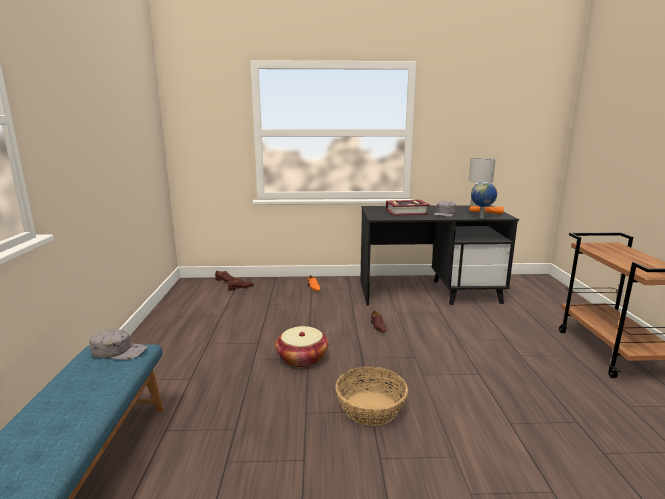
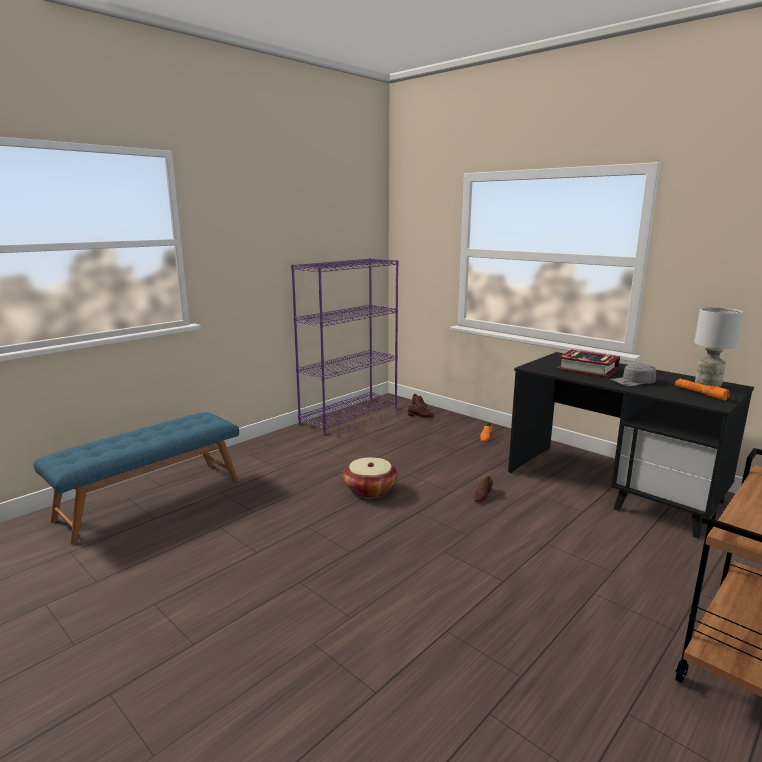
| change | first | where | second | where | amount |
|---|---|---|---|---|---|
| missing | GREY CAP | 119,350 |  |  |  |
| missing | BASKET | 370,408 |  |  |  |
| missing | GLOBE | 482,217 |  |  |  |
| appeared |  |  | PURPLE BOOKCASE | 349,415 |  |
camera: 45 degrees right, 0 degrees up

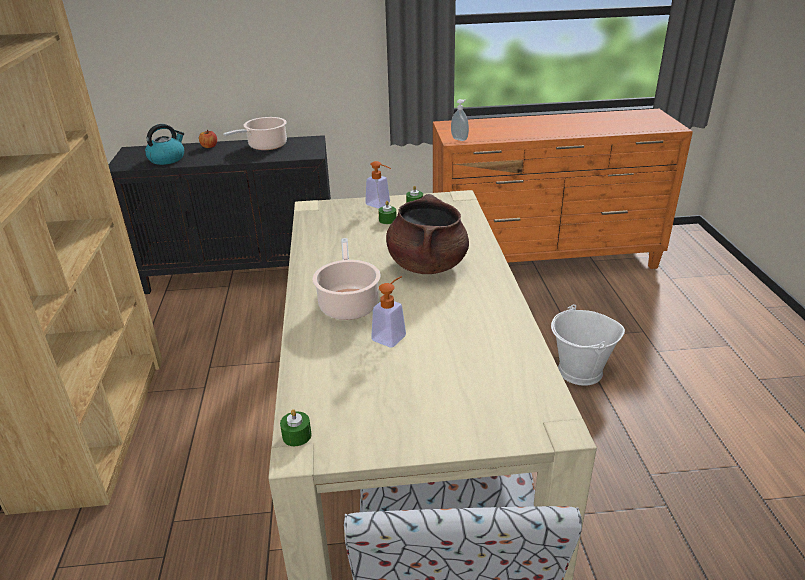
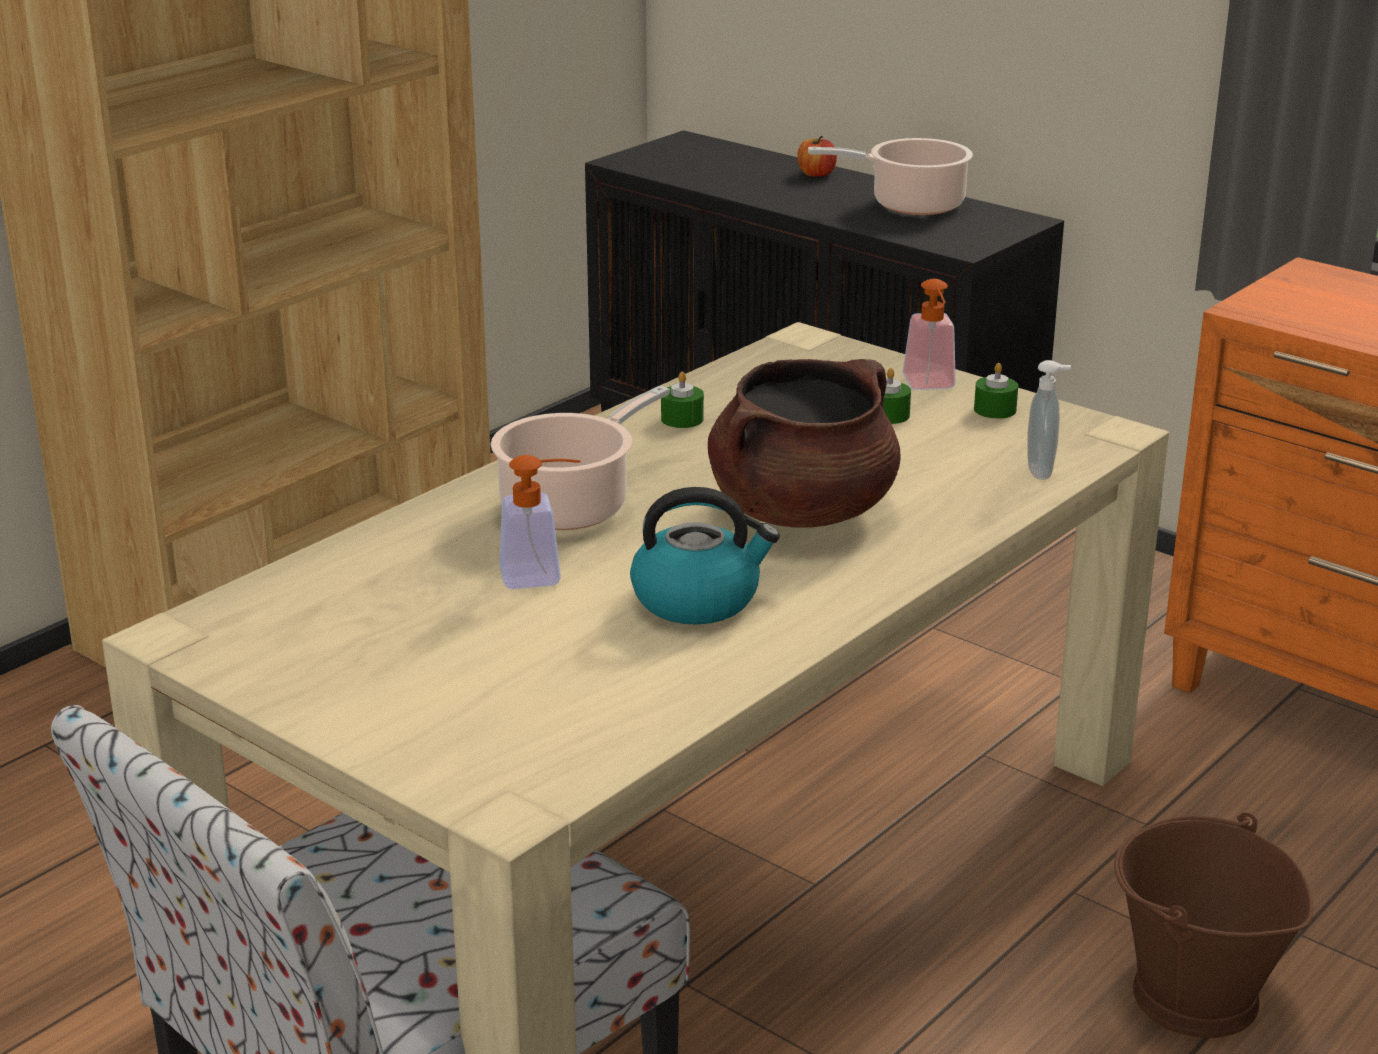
| change | first | where | second | where | amount |
|---|---|---|---|---|---|
| relocated | KETTLE | 167,159 |  | 698,599 |  |
| relocated | GREEN CANDLE | 297,435 |  | 682,419 |  |
| relocated | SOAP DISPENSER | 460,139 |  | 1043,471 |  |
| colour | WHITE BUCKET | 580,372 | BROWN BUCKET | 1193,997 |  |
camera: 45 degrees right, 5 degrees down

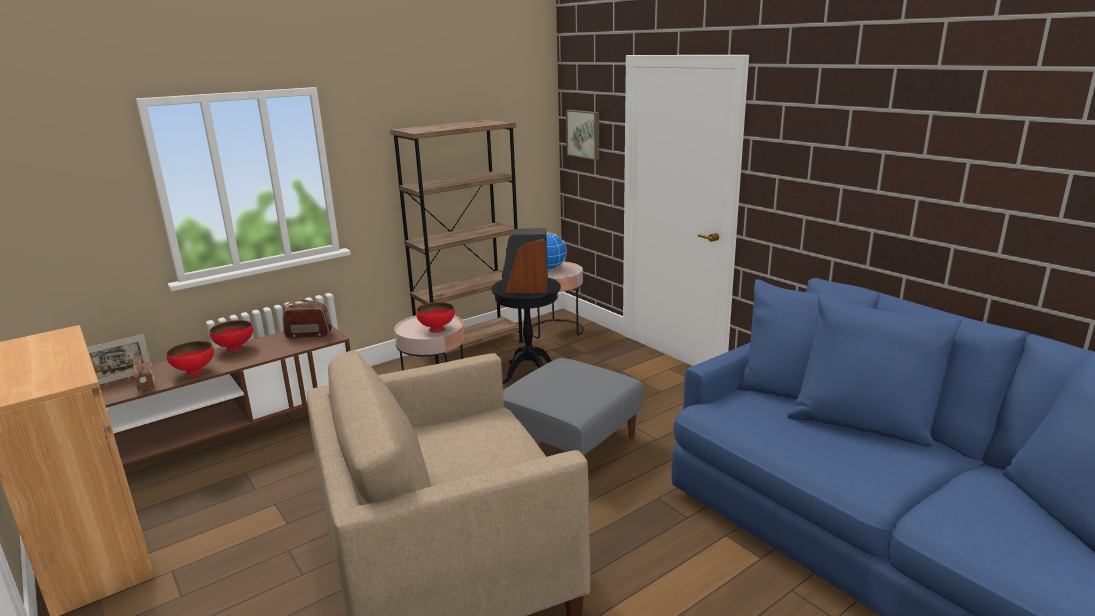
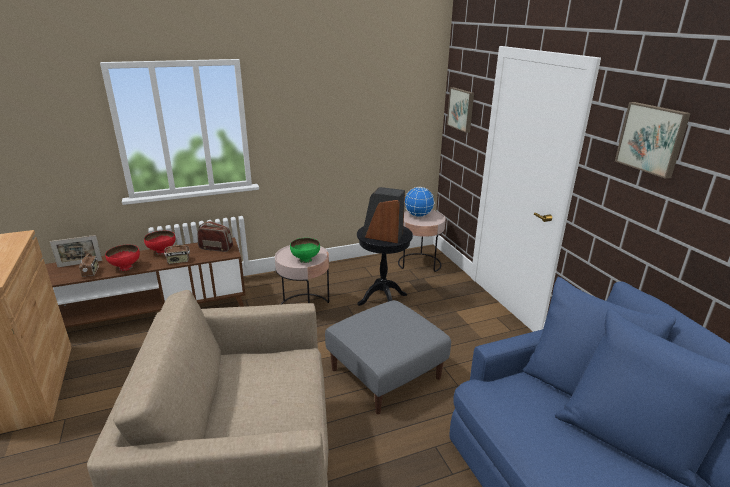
| change | first | where | second | where | amount |
|---|---|---|---|---|---|
| missing | BROWN BOOKCASE | 470,348 |  |  |  |
| appeared |  |  | RADIO | 178,261 |  |
| appeared |  |  | PICTURE | 652,138 |  |
| colour | RED BOWL | 436,330 | GREEN BOWL | 305,260 |  |
camera: 15 degrees right, 5 degrees up

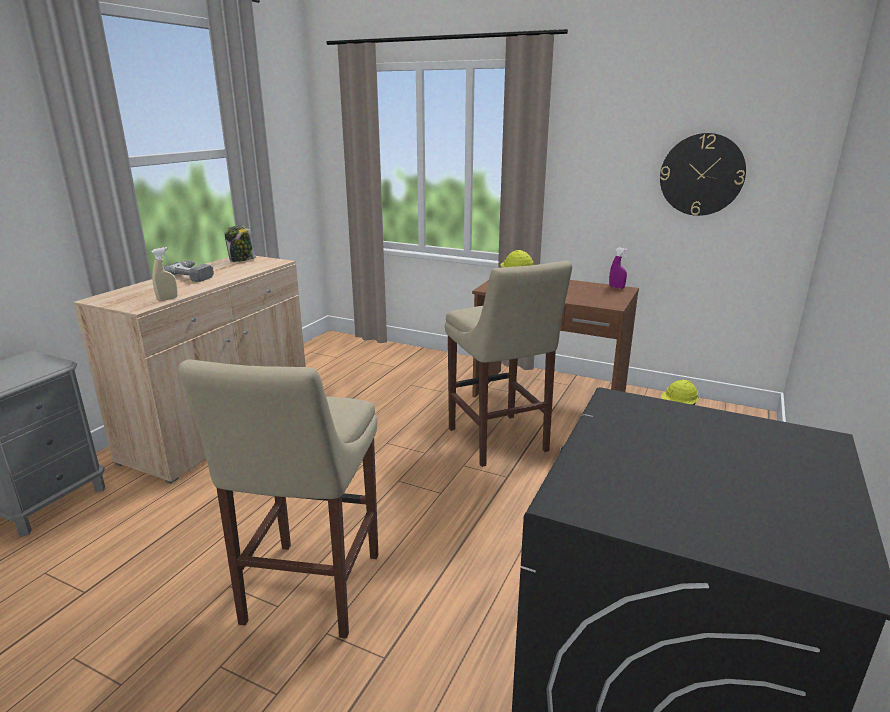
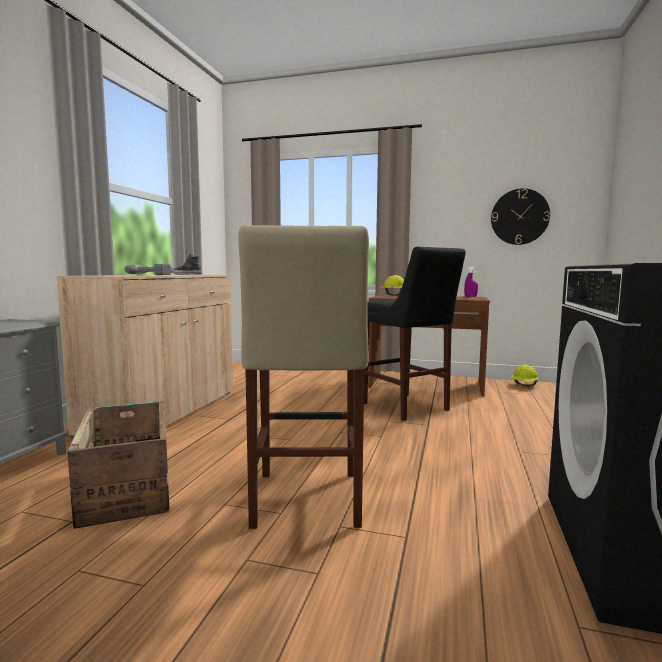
| change | first | where | second | where | amount |
|---|---|---|---|---|---|
| missing | BEIGE SPRAY BOTTLE | 167,299 |  |  |  |
| appeared |  |  | CRATE | 128,487 |  |
| exchanged | JAR | 242,260 | SHOE | 185,274 |  |
| colour | BEIGE STOOL | 499,442 | BLACK STOOL | 407,408 |  |
camera: 10 degrees left, 15 degrees down

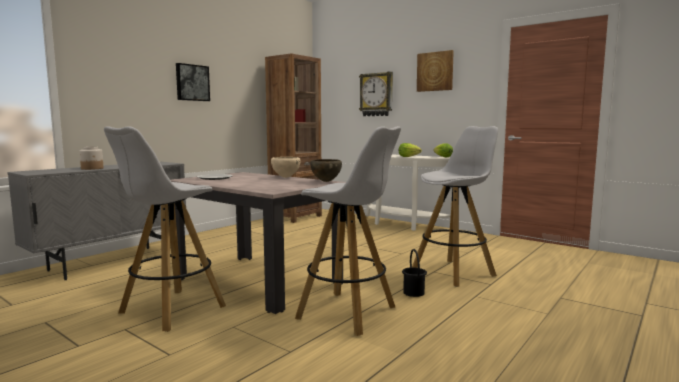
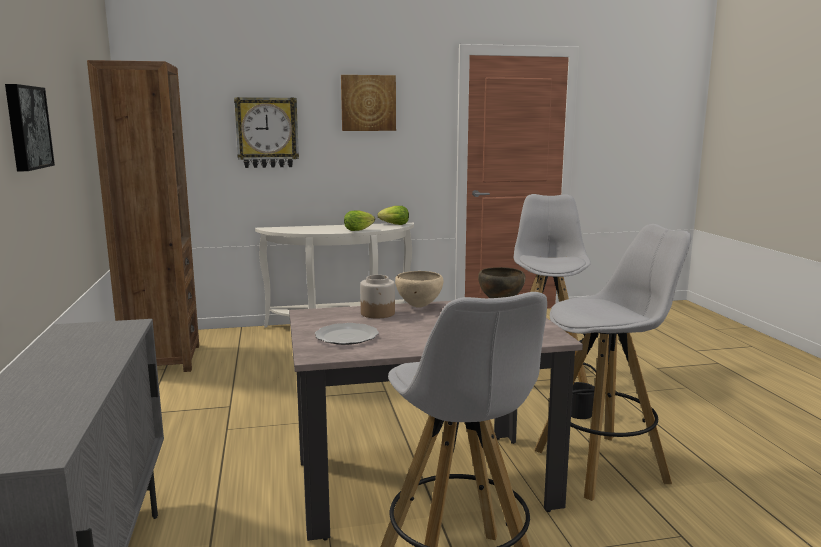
| change | first | where | second | where | amount |
|---|---|---|---|---|---|
| relocated | JAR | 92,168 |  | 378,313 |  |
camera: 50 degrees left, 5 degrees up

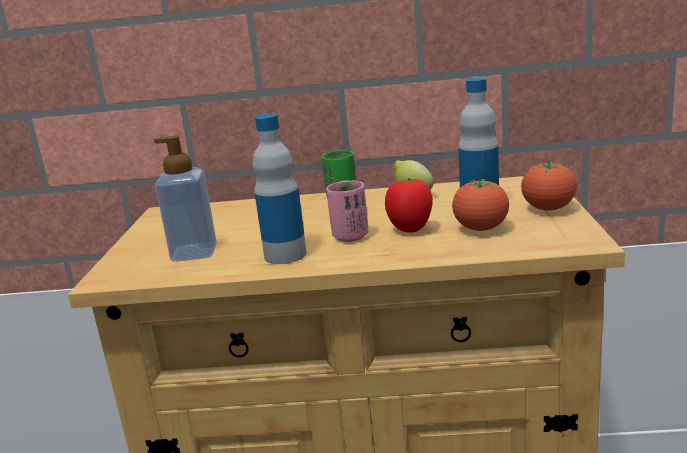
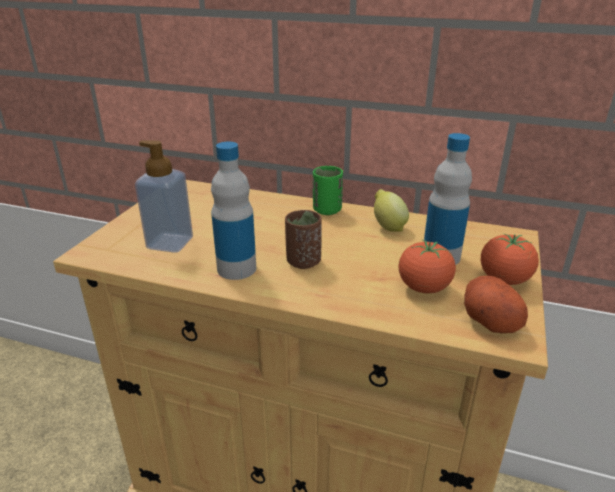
| change | first | where | second | where | amount |
|---|---|---|---|---|---|
| missing | TOMATO | 410,230 |  |  |  |
| appeared |  |  | POTATO | 488,319 |  |
| colour | PINK CUP | 350,236 | BROWN CUP | 303,262 |  |
camera: 15 degrees right, 10 degrees up

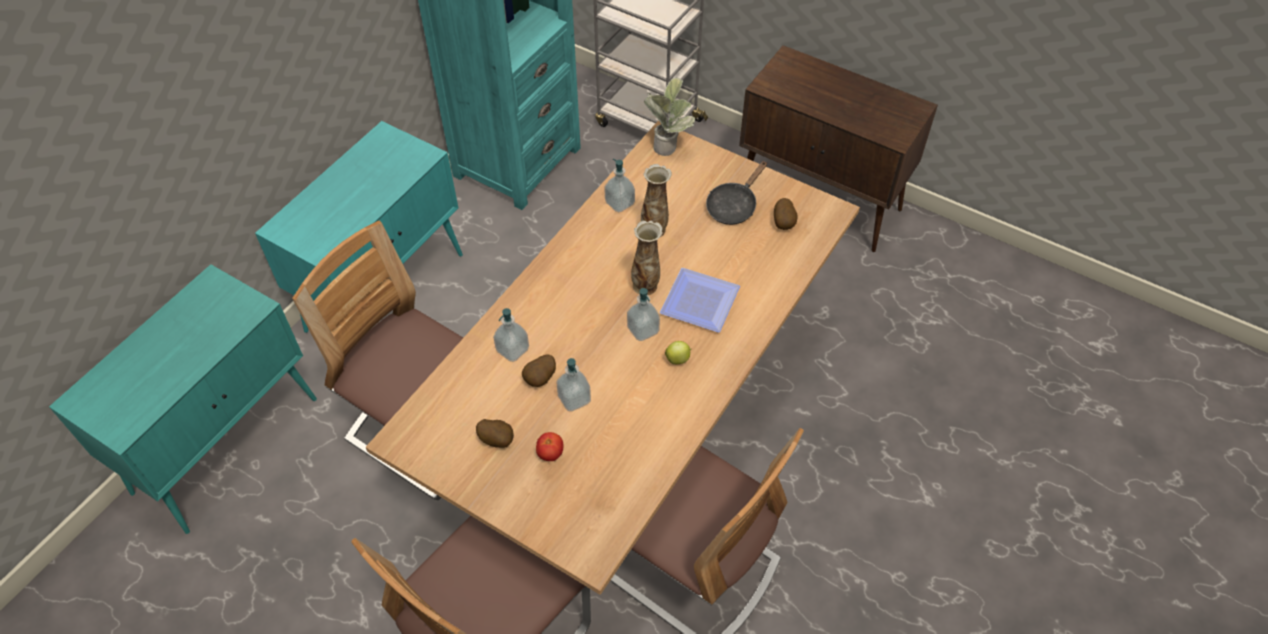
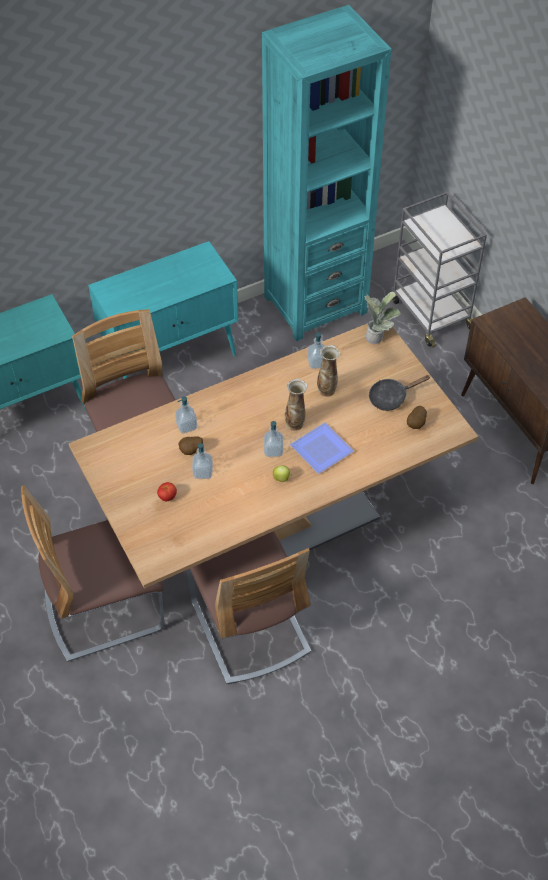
| change | first | where | second | where | amount |
|---|---|---|---|---|---|
| missing | POTATO | 497,439 |  |  |  |
camera: 30 degrees right, 0 degrees up

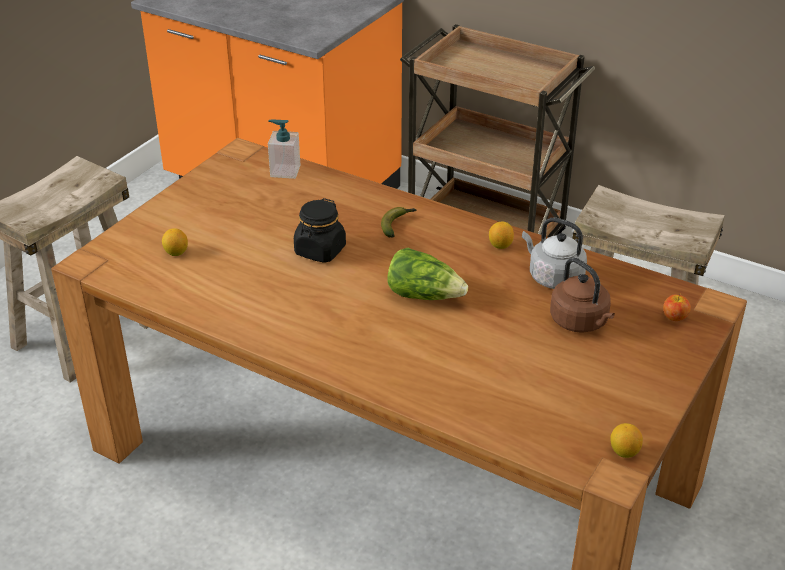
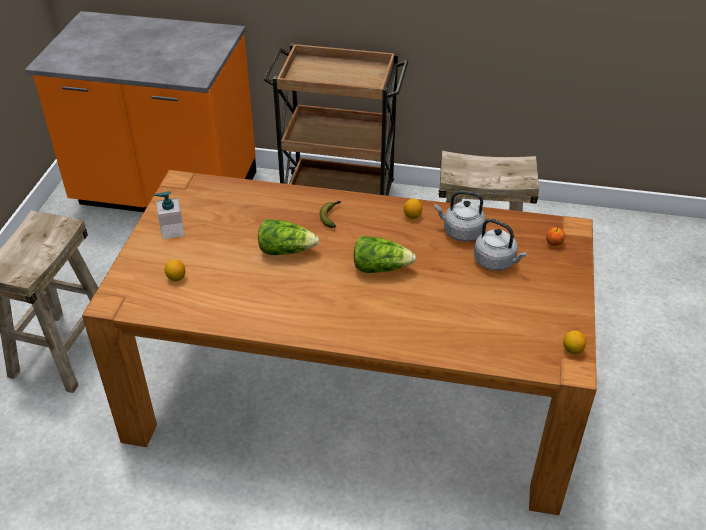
| change | first | where | second | where | amount |
|---|---|---|---|---|---|
| relocated | SOAP DISPENSER | 285,171 |  | 172,231 |  |
| exchanged | BLACK JAR | 320,251 | LETTUCE | 286,250 |  |
| colour | BROWN KETTLE | 580,322 | GREY KETTLE | 496,262 |  |
camera: 20 degrees left, 5 degrees up

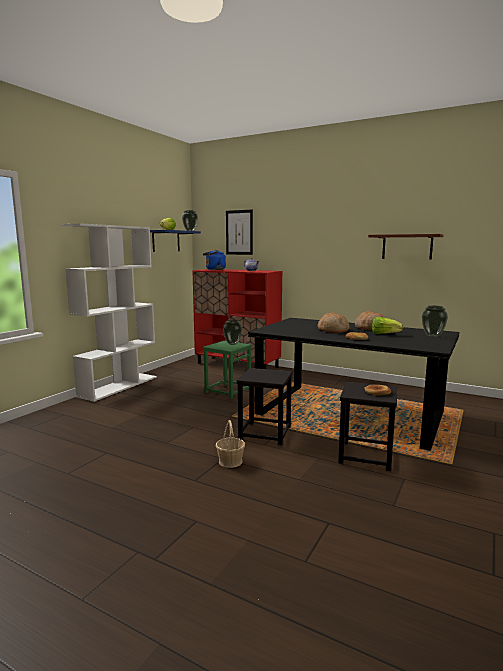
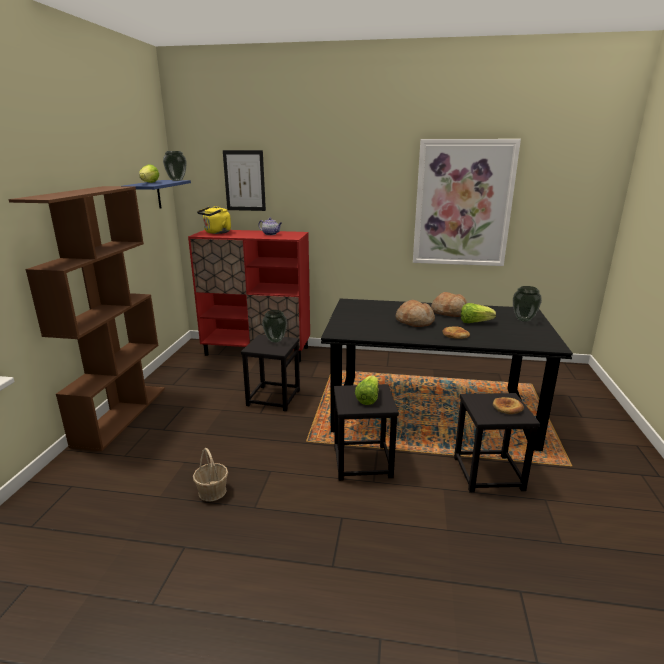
| change | first | where | second | where | amount |
|---|---|---|---|---|---|
| appeared |  |  | LETTUCE | 368,398 |  |
| relocated | BASKET | 230,461 |  | 212,491 |  |
| exchanged | BROWN SHELF | 407,247 | PICTURE | 463,204 |  |
| colour | WHITE BOOKCASE | 119,386 | BROWN BOOKCASE | 121,415 |  |
| colour | BLUE KETTLE | 214,269 | YELLOW KETTLE | 216,232 |  |
| colour | GREEN STOOL | 227,391 | BLACK STOOL | 273,398 |  |
camera: 20 degrees left, 10 degrees up

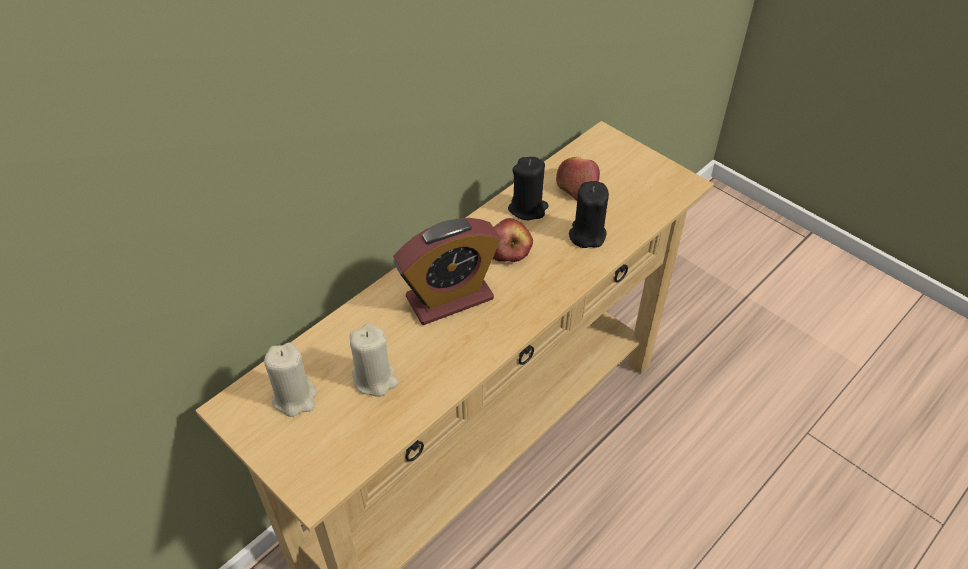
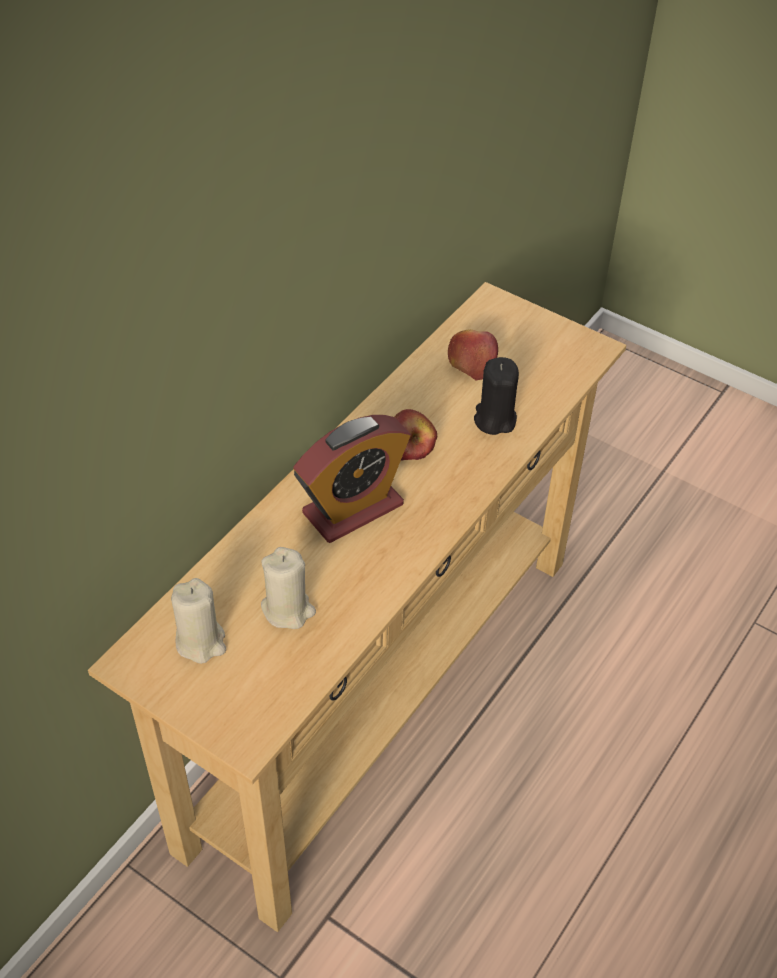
| change | first | where | second | where | amount |
|---|---|---|---|---|---|
| missing | BLACK CANDLE | 528,208 |  |  |  |
camera: 10 degrees left, 0 degrees up

